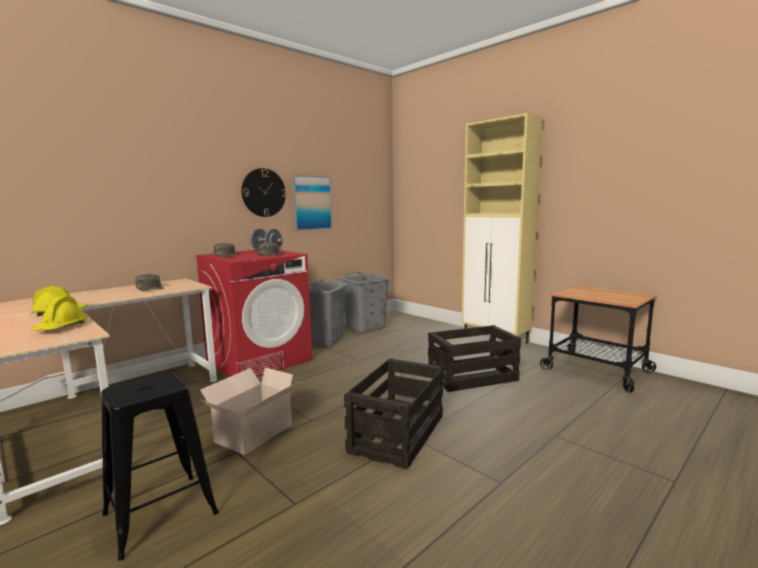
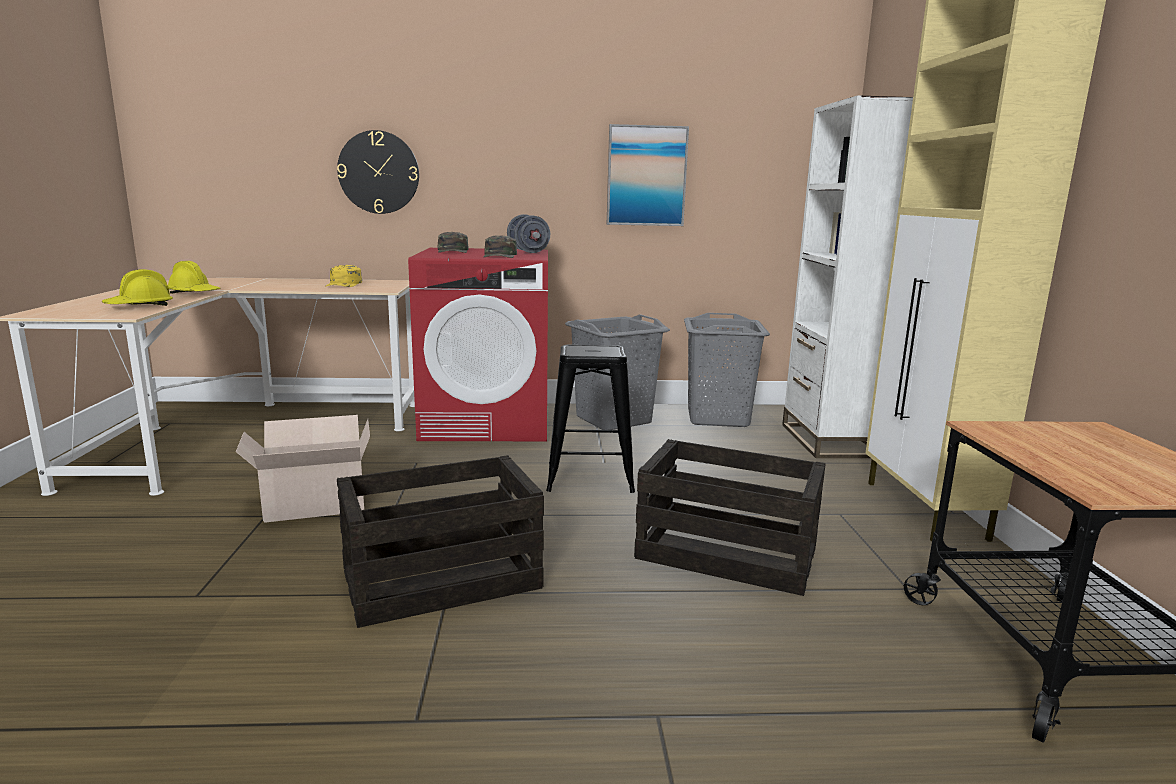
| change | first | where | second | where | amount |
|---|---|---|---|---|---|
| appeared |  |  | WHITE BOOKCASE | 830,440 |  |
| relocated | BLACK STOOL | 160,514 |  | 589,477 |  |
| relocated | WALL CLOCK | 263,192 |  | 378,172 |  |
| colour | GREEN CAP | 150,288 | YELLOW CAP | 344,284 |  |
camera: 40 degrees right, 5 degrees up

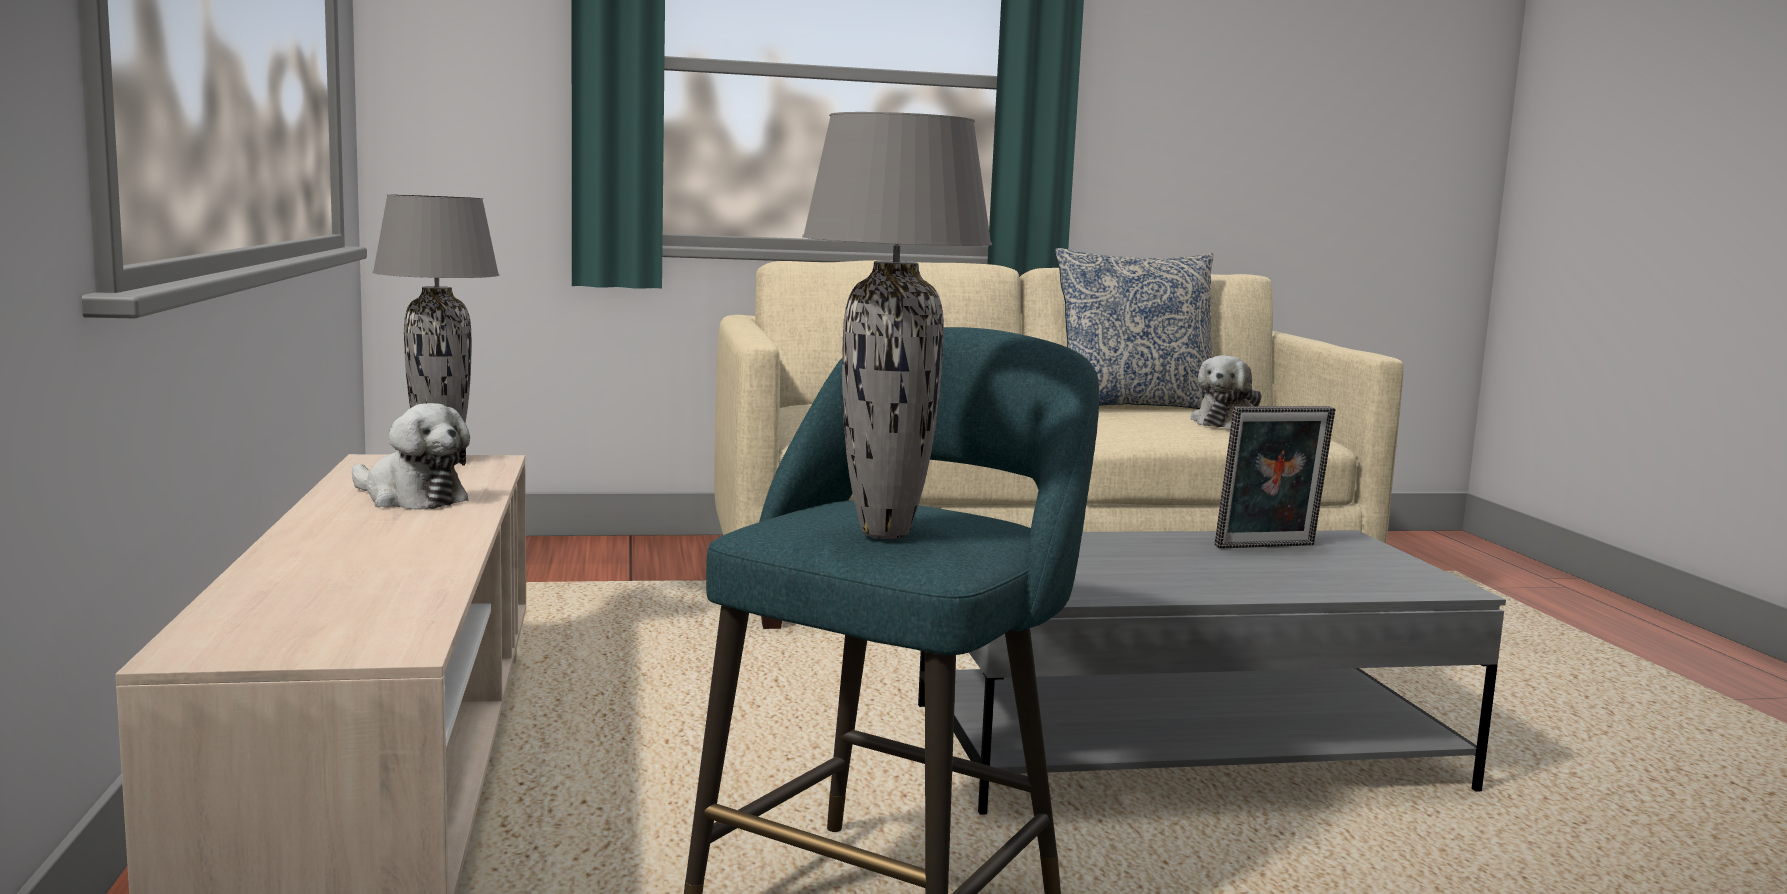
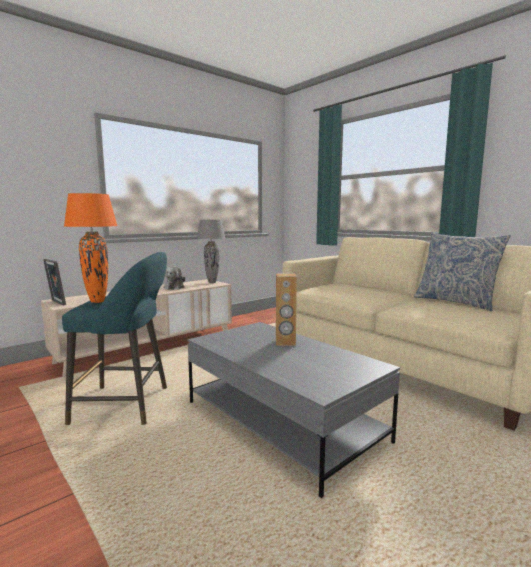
| change | first | where | second | where | amount |
|---|---|---|---|---|---|
| missing | PLUSH TOY | 1224,422 |  |  |  |
| appeared |  |  | BROWN SPEAKER | 285,342 |  |
| relocated | PICTURE FRAME | 1268,547 |  | 56,303 |  |
| colour | GREY TABLE LAMP | 884,533 | ORANGE TABLE LAMP | 98,301 |  |
camera: 60 degrees right, 0 degrees up

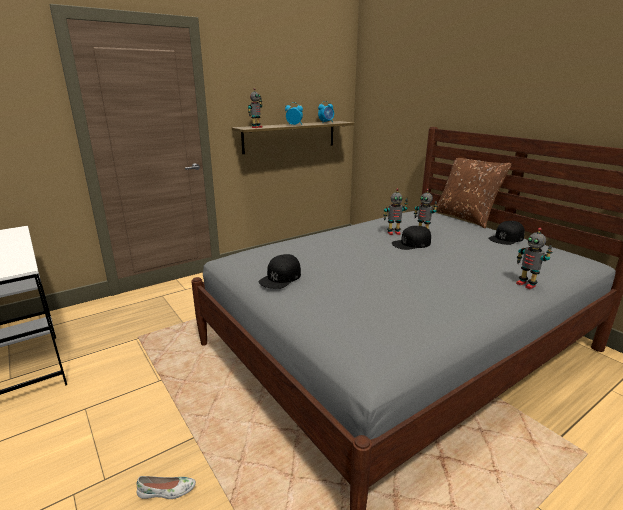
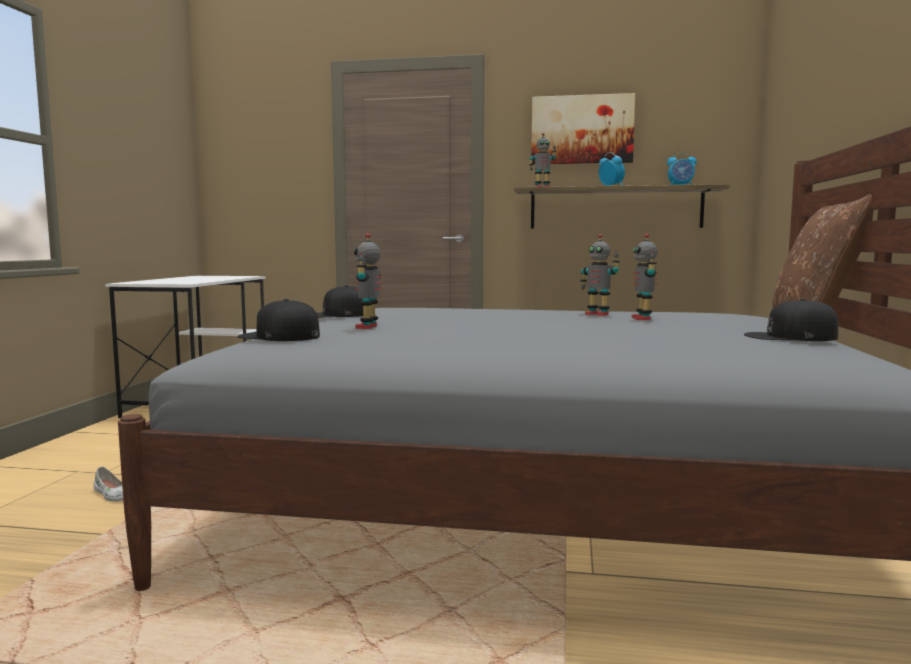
| change | first | where | second | where | amount |
|---|---|---|---|---|---|
| appeared |  |  | PICTURE | 582,130 |  |
| relocated | BLACK CAP | 411,243 |  | 279,336 |  |
| relocated | TOY ROBOT | 526,284 |  | 368,327 |  |
camera: 45 degrees right, 15 degrees down

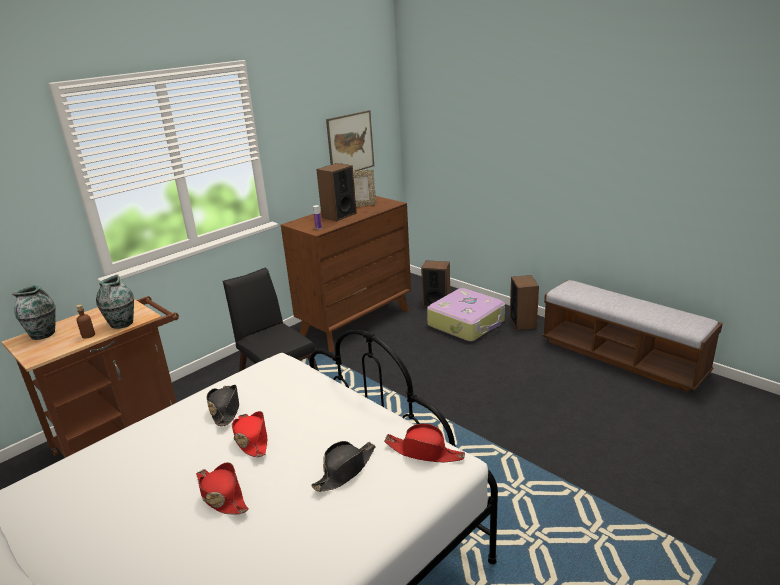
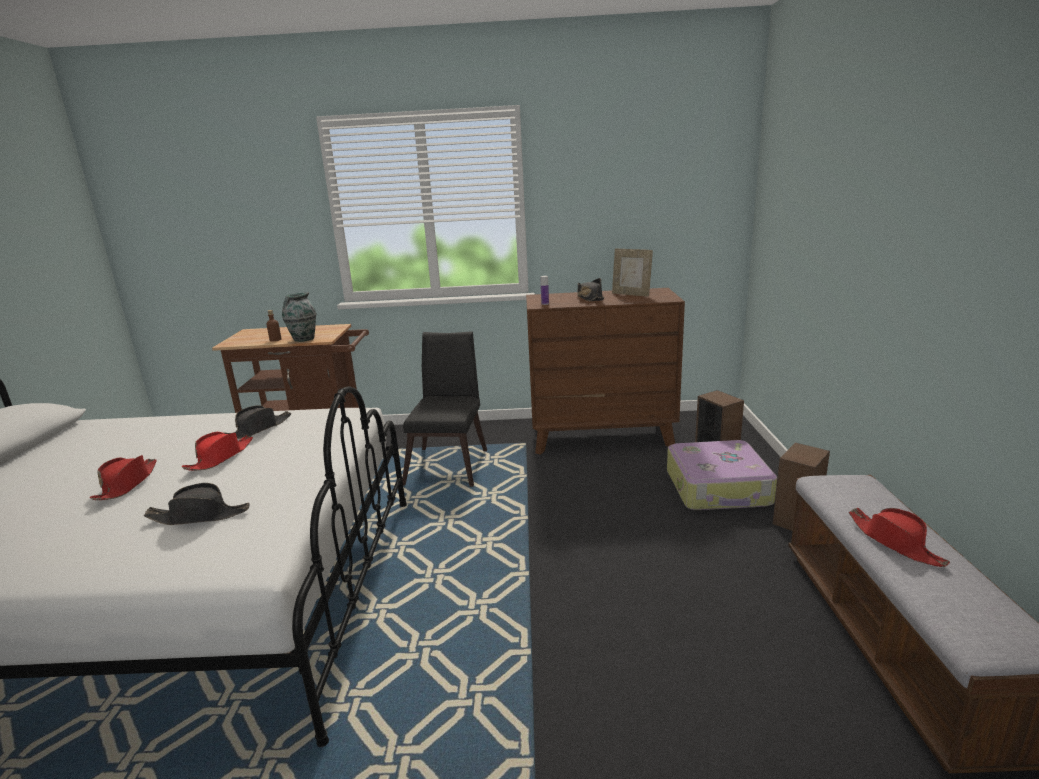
| change | first | where | second | where | amount |
|---|---|---|---|---|---|
| missing | VASE | 44,334 |  |  |  |
| missing | PICTURE | 350,143 |  |  |  |
| relocated | RED HAT | 424,452 |  | 895,542 |  |
| exchanged | SPEAKER | 339,215 | BLACK HAT | 589,298 |  |
camera: 45 degrees right, 5 degrees down

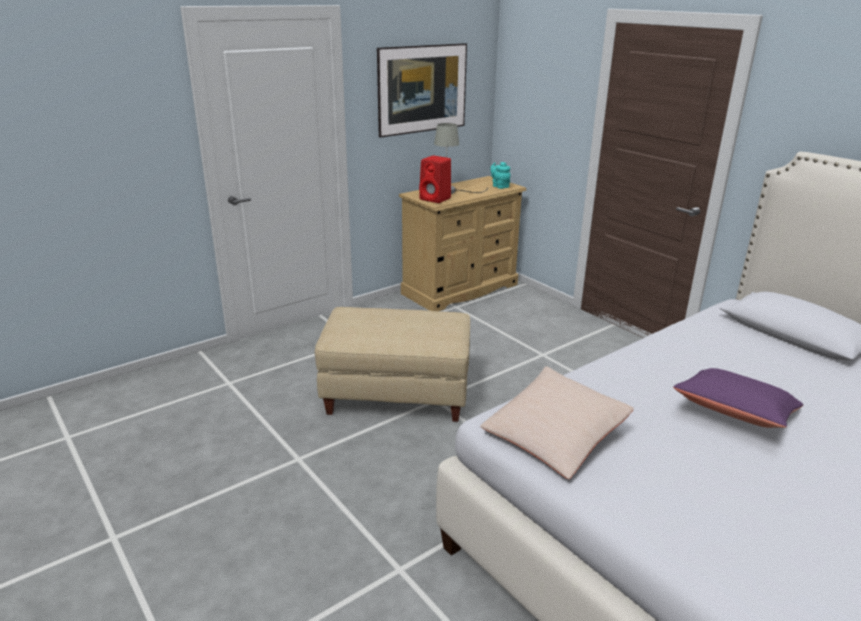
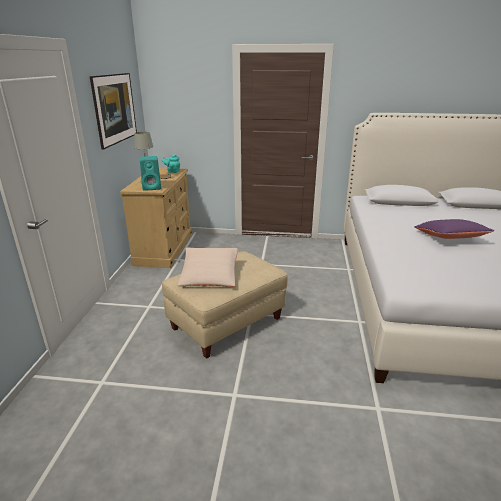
| change | first | where | second | where | amount |
|---|---|---|---|---|---|
| relocated | BEIGE PILLOW | 553,436 |  | 209,276 |  |
| colour | RED SPEAKER | 436,199 | TURQUOISE SPEAKER | 152,187 |  |
camera: 45 degrees left, 0 degrees up

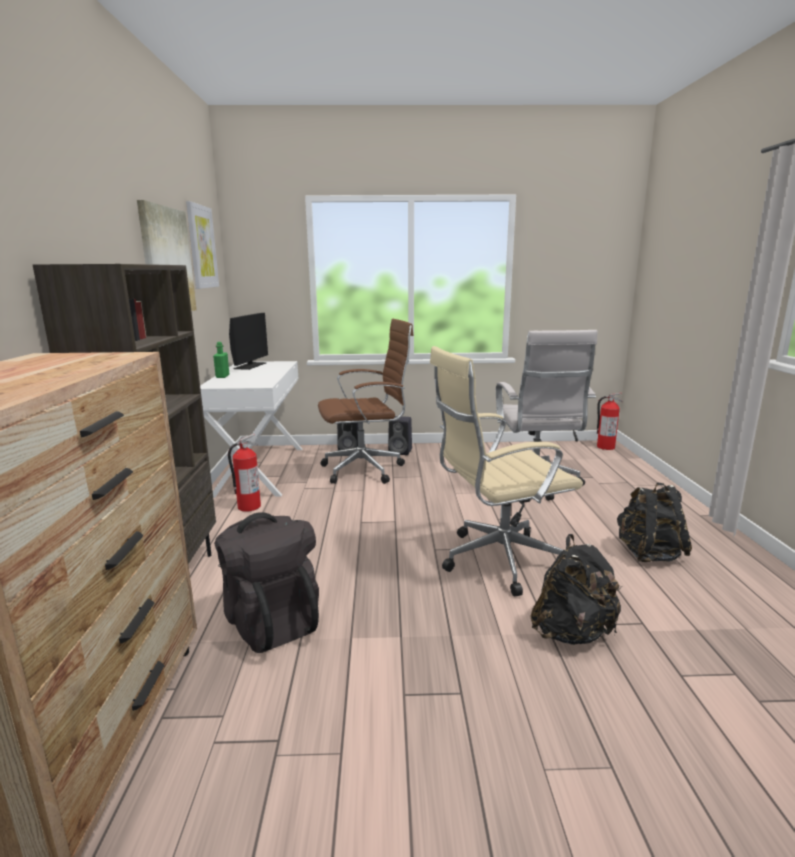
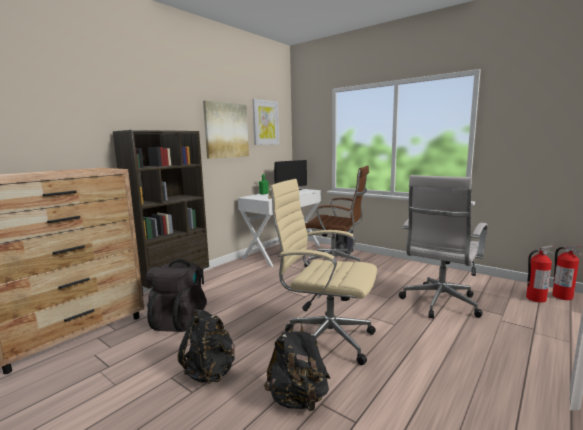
| change | first | where | second | where | amount |
|---|---|---|---|---|---|
| missing | BLACK SPEAKER | 401,451 |  |  |  |
| relocated | FIRE EXTINGUISHER | 248,507 |  | 535,298 |  |
| relocated | BLACK BACKPACK | 648,554 |  | 210,371 |  |
camera: 40 degrees right, 5 degrees down

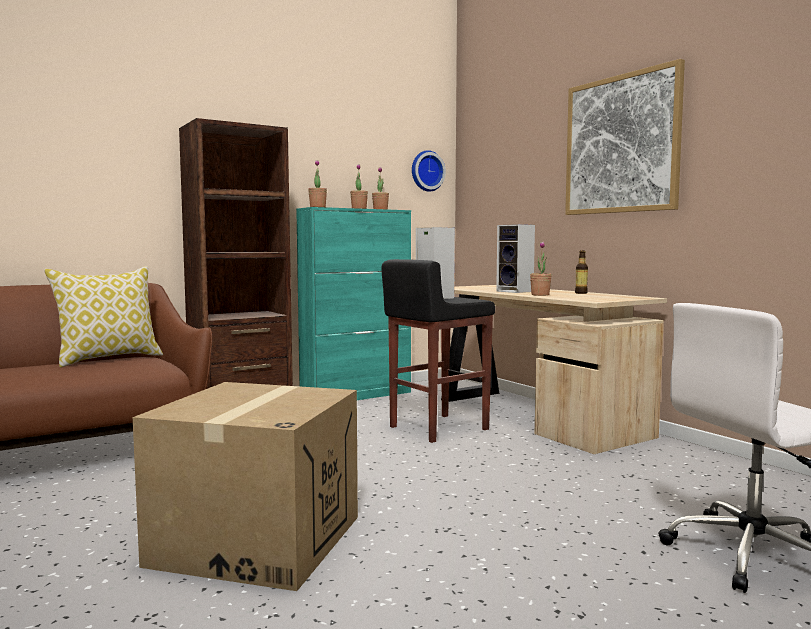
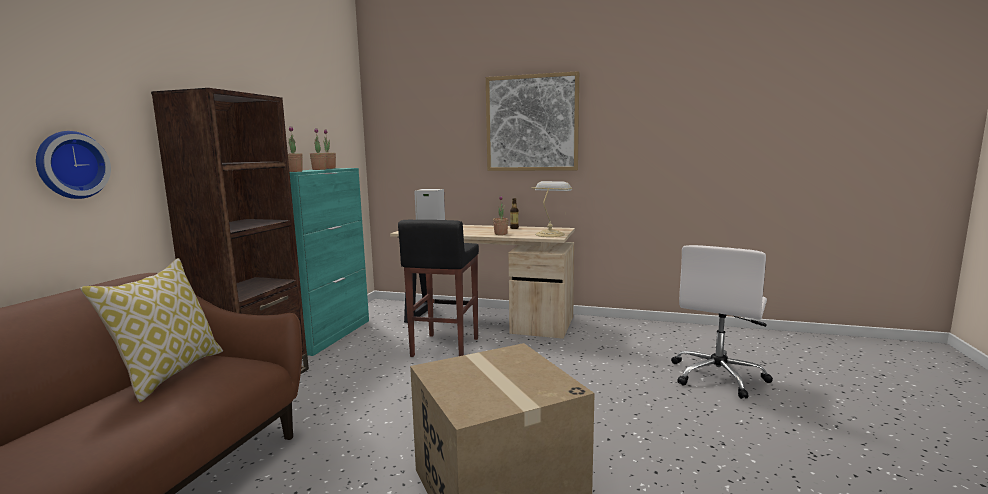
| change | first | where | second | where | amount |
|---|---|---|---|---|---|
| missing | SPEAKER | 516,291 |  |  |  |
| appeared |  |  | TABLE LAMP | 550,234 |  |
| relocated | WALL CLOCK | 426,171 |  | 70,165 |  |
camera: 40 degrees left, 5 degrees up

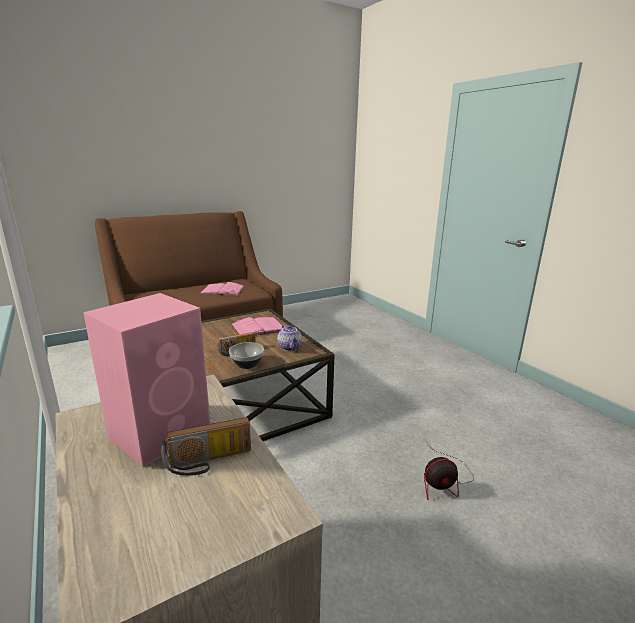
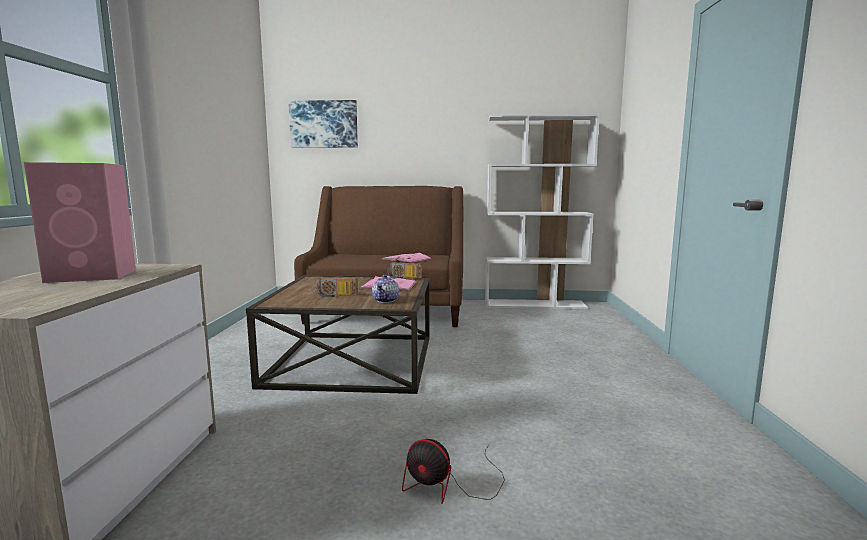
| change | first | where | second | where | amount |
|---|---|---|---|---|---|
| missing | BOWL | 247,364 |  |  |  |
| appeared |  |  | PICTURE | 324,124 |  |
| appeared |  |  | WHITE BOOKCASE | 535,304 |  |
| relocated | RADIO | 209,462 |  | 404,278 |  |
camera: 35 degrees right, 10 degrees down

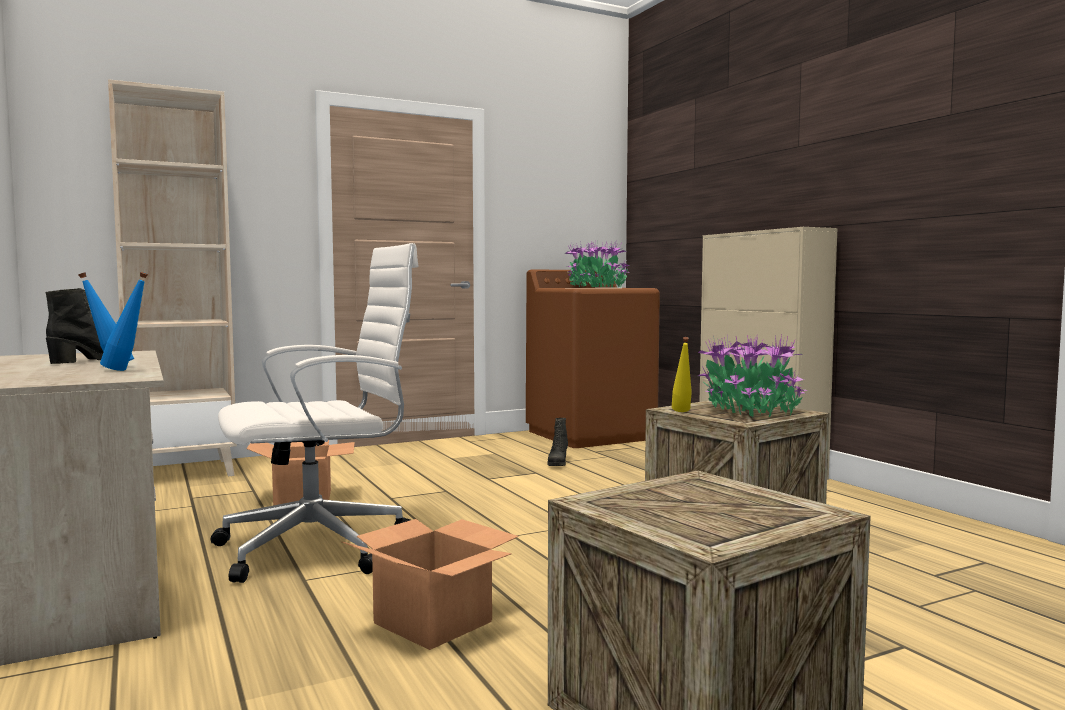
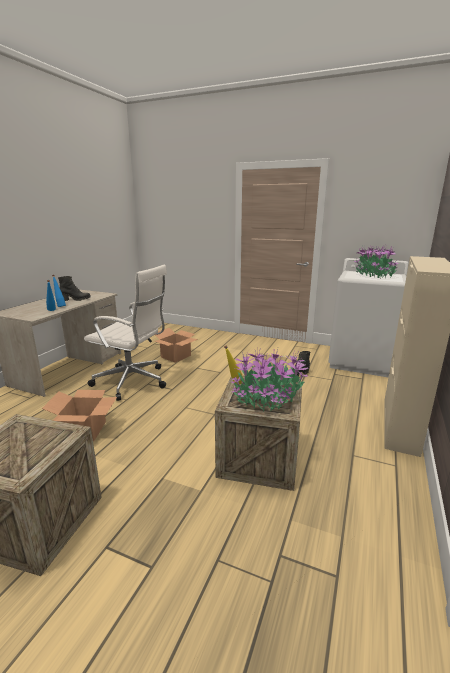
| change | first | where | second | where | amount |
|---|---|---|---|---|---|
| missing | BEIGE BOOKCASE | 183,472 |  |  |  |
| colour | BROWN WASHING MACHINE | 591,435 | WHITE WASHING MACHINE | 361,361 |  |
camera: 50 degrees right, 15 degrees up

